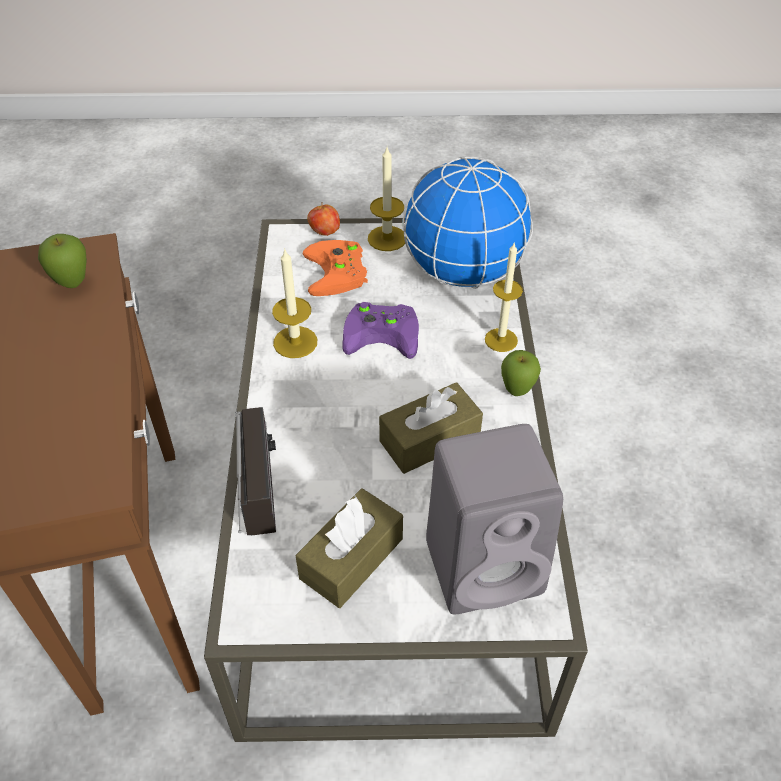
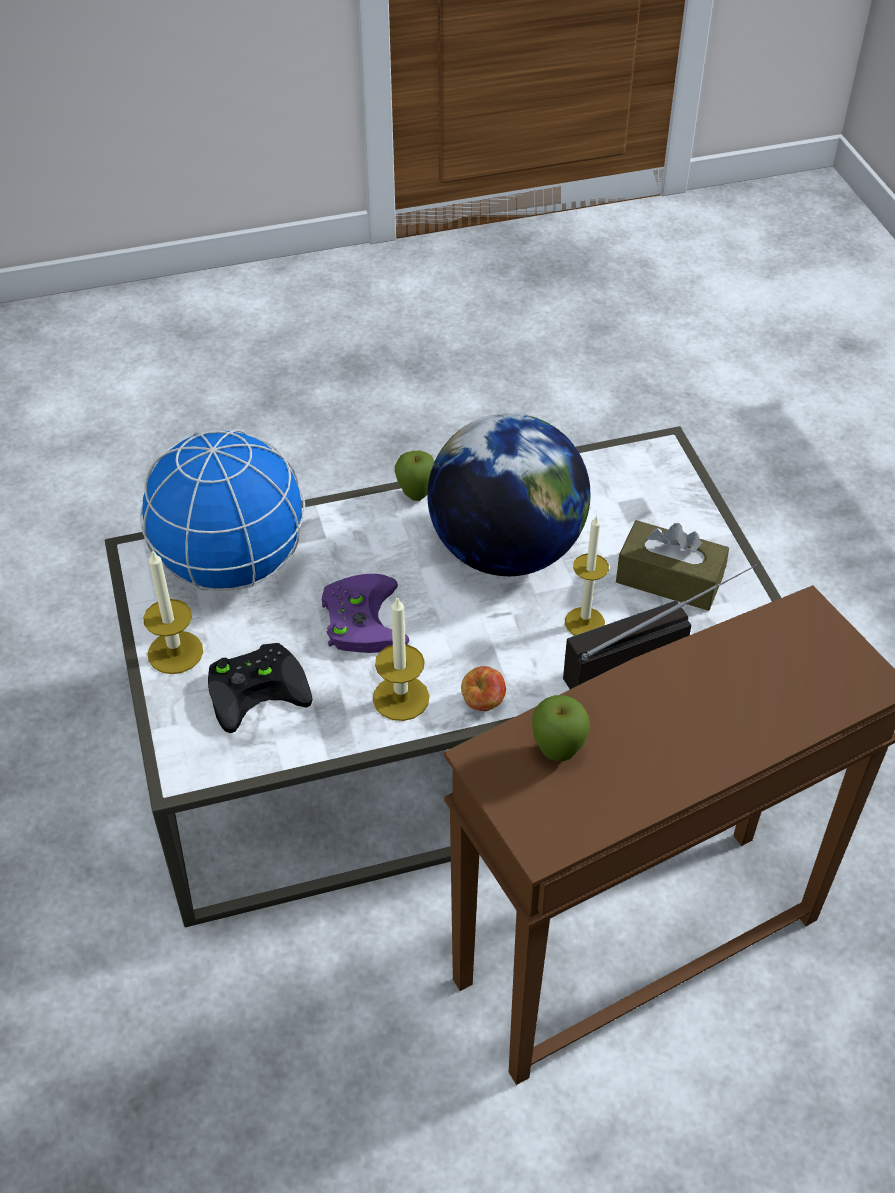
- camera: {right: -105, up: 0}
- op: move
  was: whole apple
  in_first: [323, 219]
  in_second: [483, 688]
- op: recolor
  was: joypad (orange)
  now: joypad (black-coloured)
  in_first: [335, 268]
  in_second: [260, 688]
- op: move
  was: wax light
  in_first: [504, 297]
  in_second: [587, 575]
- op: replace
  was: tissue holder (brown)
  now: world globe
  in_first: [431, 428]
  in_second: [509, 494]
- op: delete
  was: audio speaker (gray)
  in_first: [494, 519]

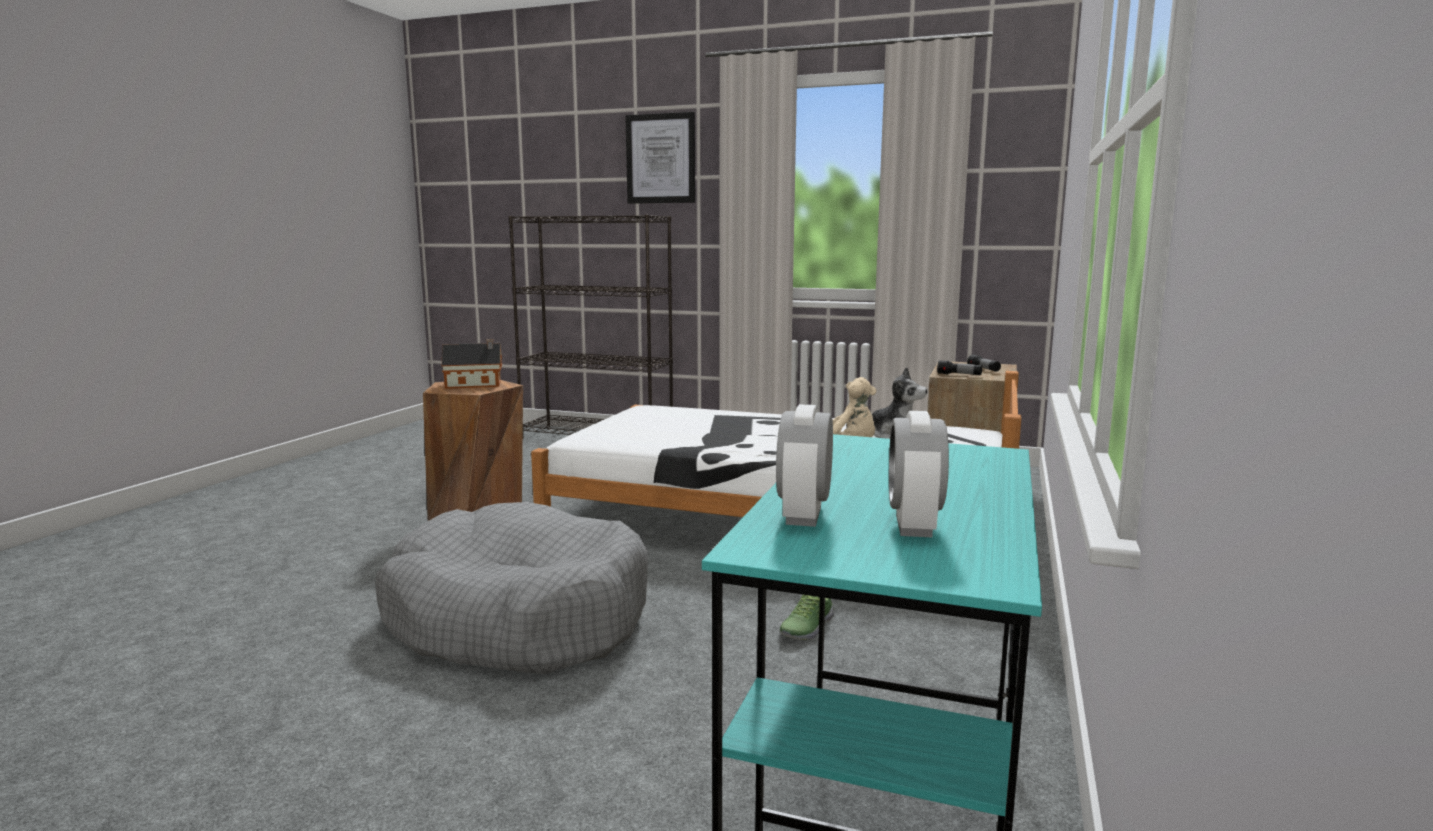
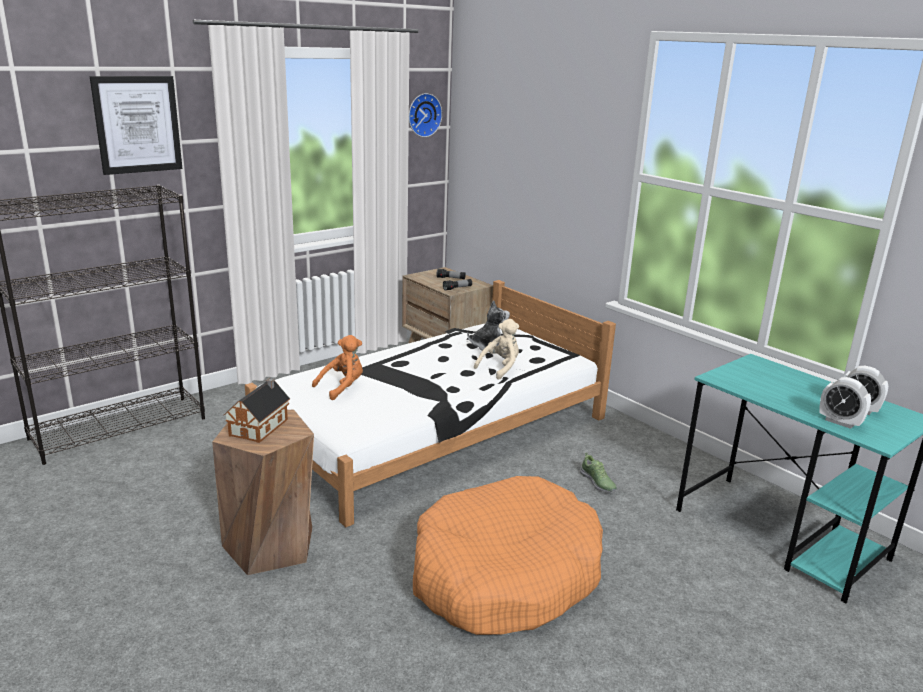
- camera: {right: -60, up: 10}
- op: recolor
  was: pet bed (gray)
  now: pet bed (orange)
  in_first: [511, 588]
  in_second: [508, 555]
- op: insert
  now: hanging clock
  in_second: [425, 115]
- op: insert
  now: cuddly toy (orange)
  in_second: [337, 367]

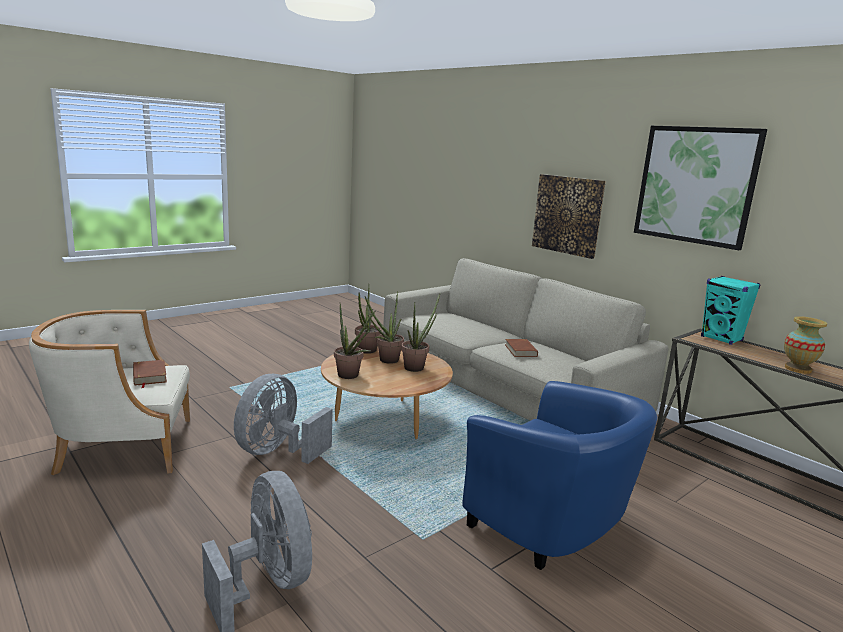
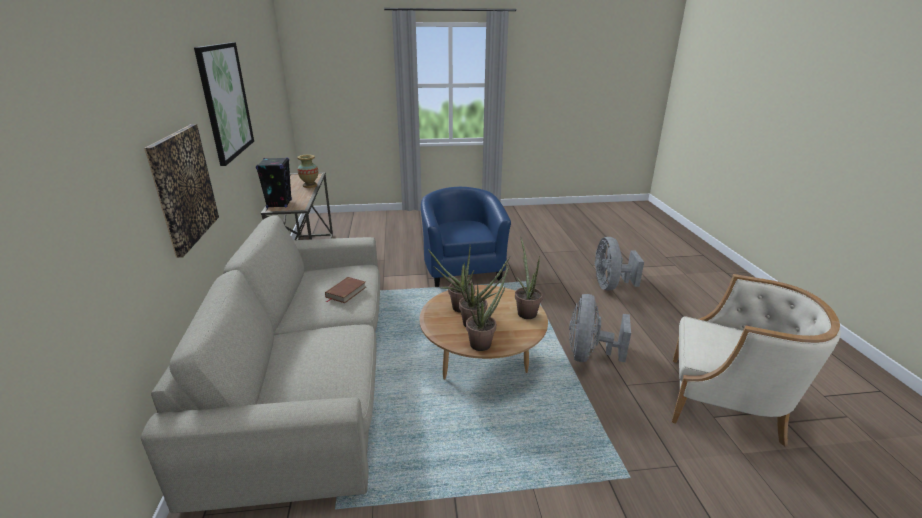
- camera: {right: -145, up: 10}
- op: recolor
  was: audio speaker (blue-green)
  now: audio speaker (black-coloured)
  in_first: [730, 310]
  in_second: [274, 182]
- op: delete
  was: volume (brown)
  in_first: [150, 374]
- op: rotate
  was: fan (gray)
  in_first: [283, 419]
  in_second: [600, 328]
  clockwise: 135

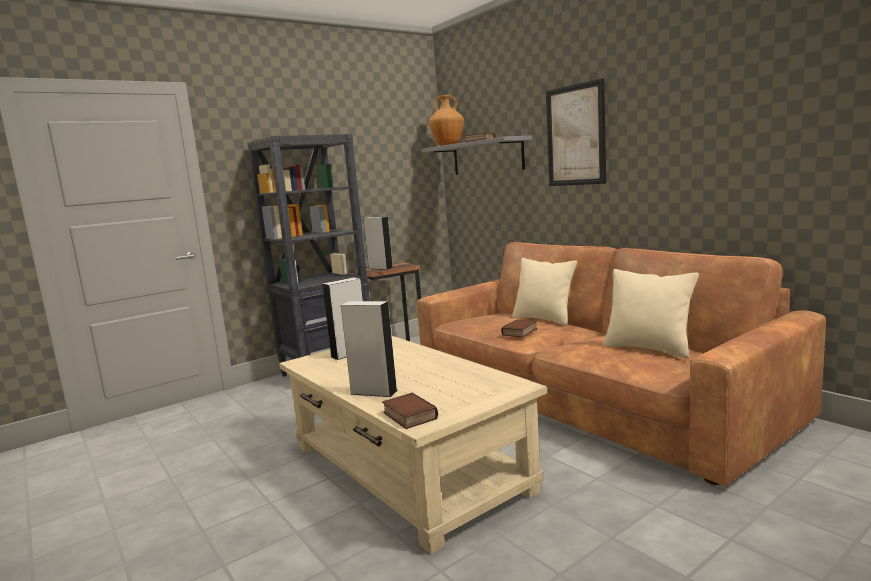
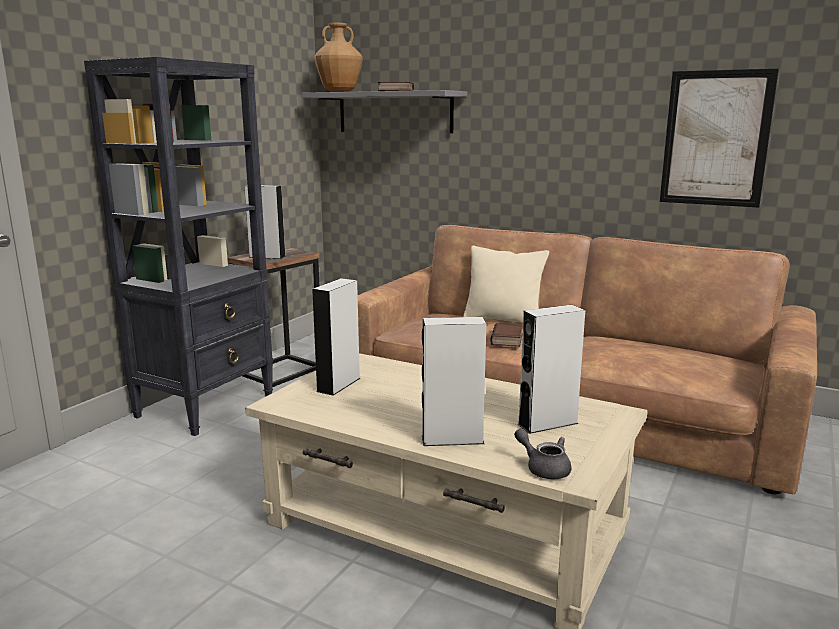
- camera: {right: -25, up: 5}
- op: move
  was: picture
  in_first: [576, 132]
  in_second: [719, 138]
- op: delete
  was: cushion (beige-coloured)
  in_first: [651, 313]
- op: replace
  was: volume
  now: teapot (gray)
  in_first: [410, 411]
  in_second: [542, 453]
- op: insert
  now: audio speaker (gray)
  in_second: [551, 369]

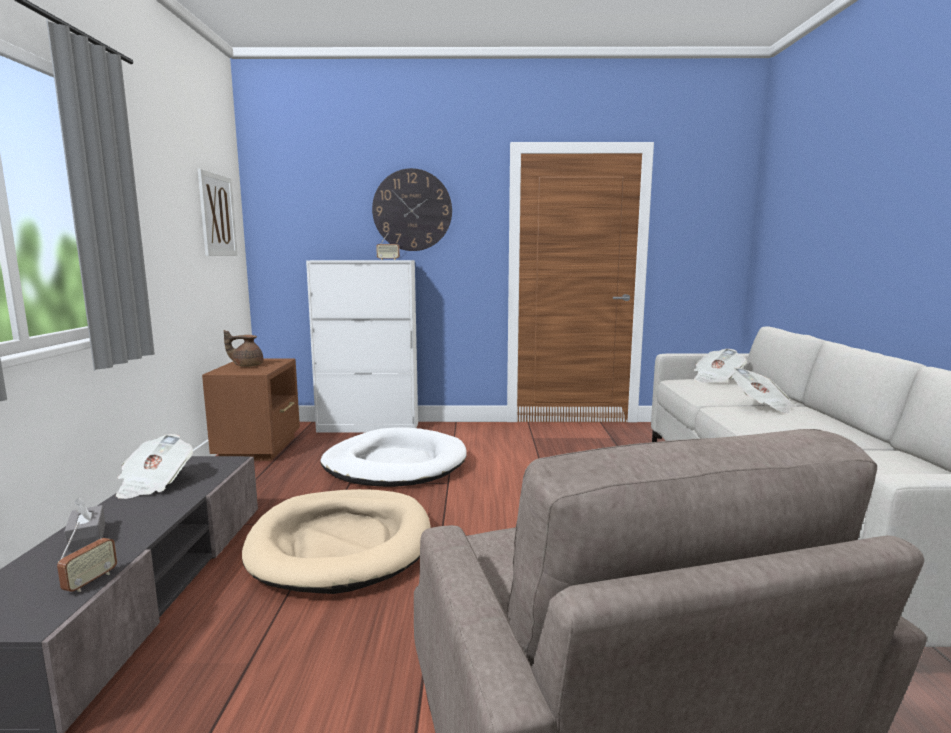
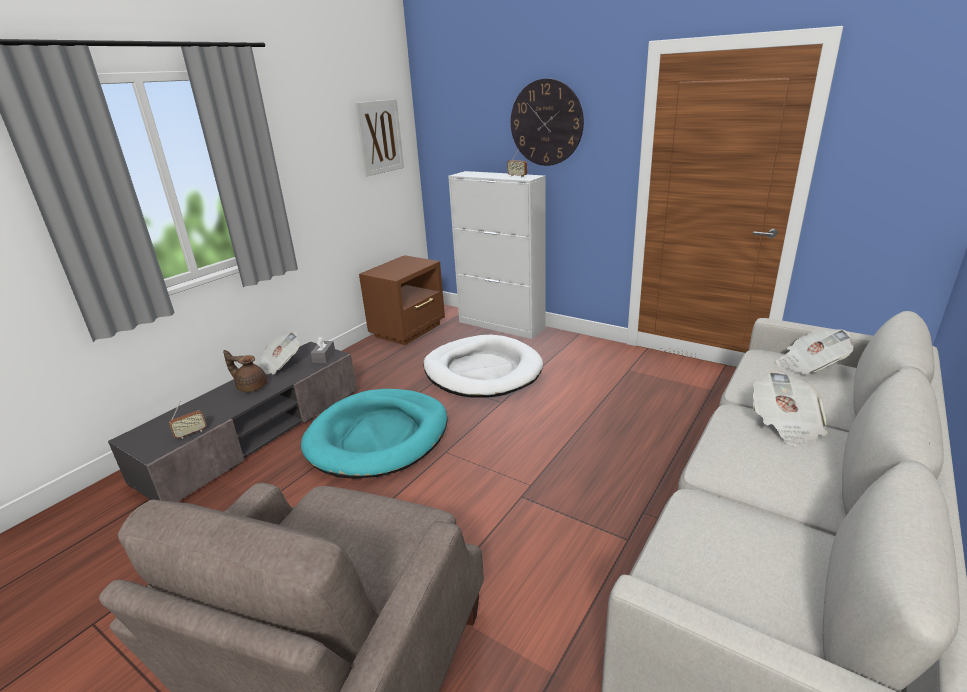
- camera: {right: 35, up: 15}
- op: move
  was: teapot (brown)
  in_first: [243, 348]
  in_second: [245, 371]
- op: recolor
  was: pet bed (beige-coloured)
  now: pet bed (blue-green)
  in_first: [336, 541]
  in_second: [374, 434]
- op: move
  was: tissue holder (gray)
  in_first: [84, 524]
  in_second: [323, 350]

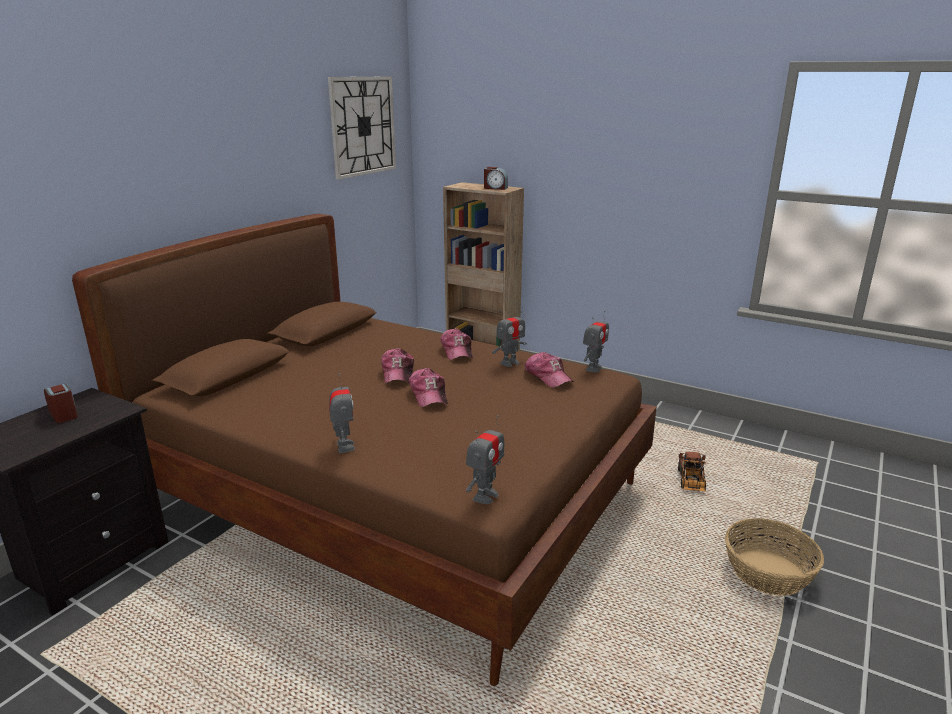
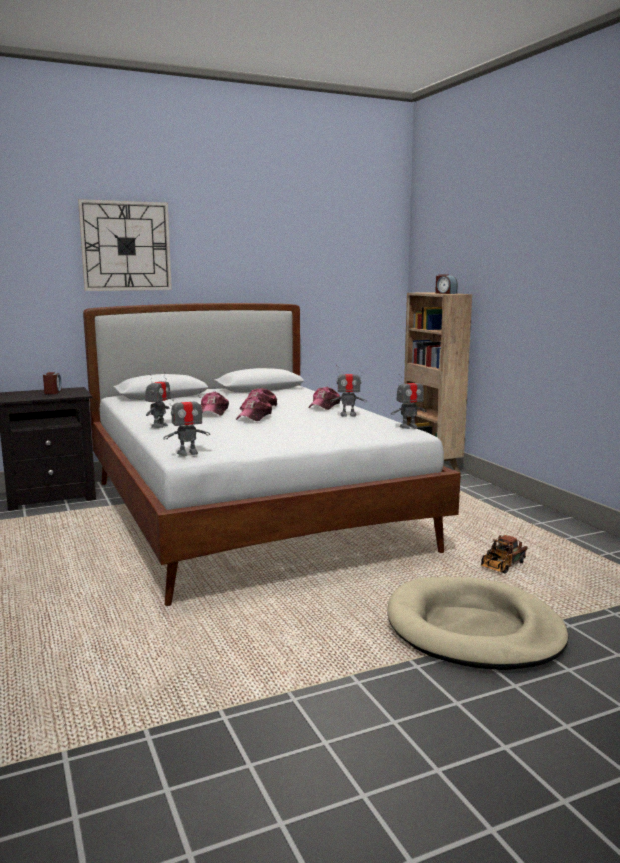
- camera: {right: 35, up: -10}
- op: move
  was: hanging clock
  in_first: [362, 127]
  in_second: [125, 245]
- op: recolor
  was: sleeping bed (brown)
  now: sleeping bed (whitish)
  in_first: [364, 450]
  in_second: [272, 454]
- op: move
  was: baseball cap
  in_first: [549, 370]
  in_second: [215, 404]
- op: replace
  was: household basket
  now: pet bed (beige-coloured)
  in_first: [774, 557]
  in_second: [478, 623]

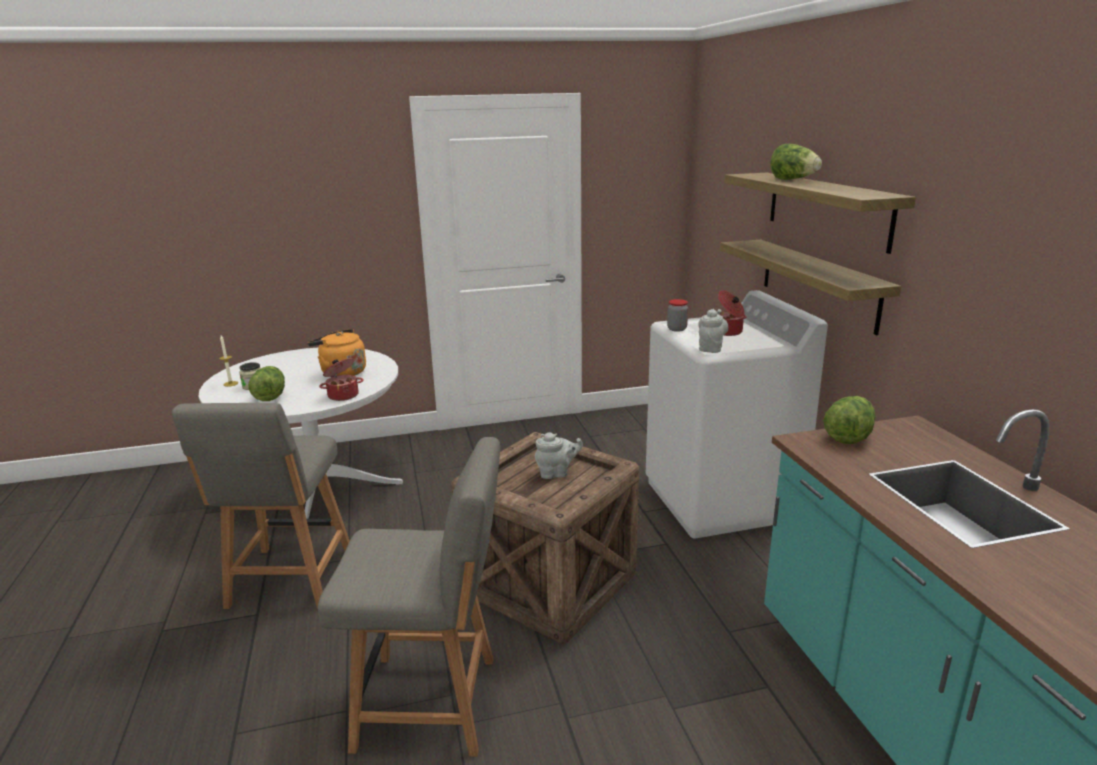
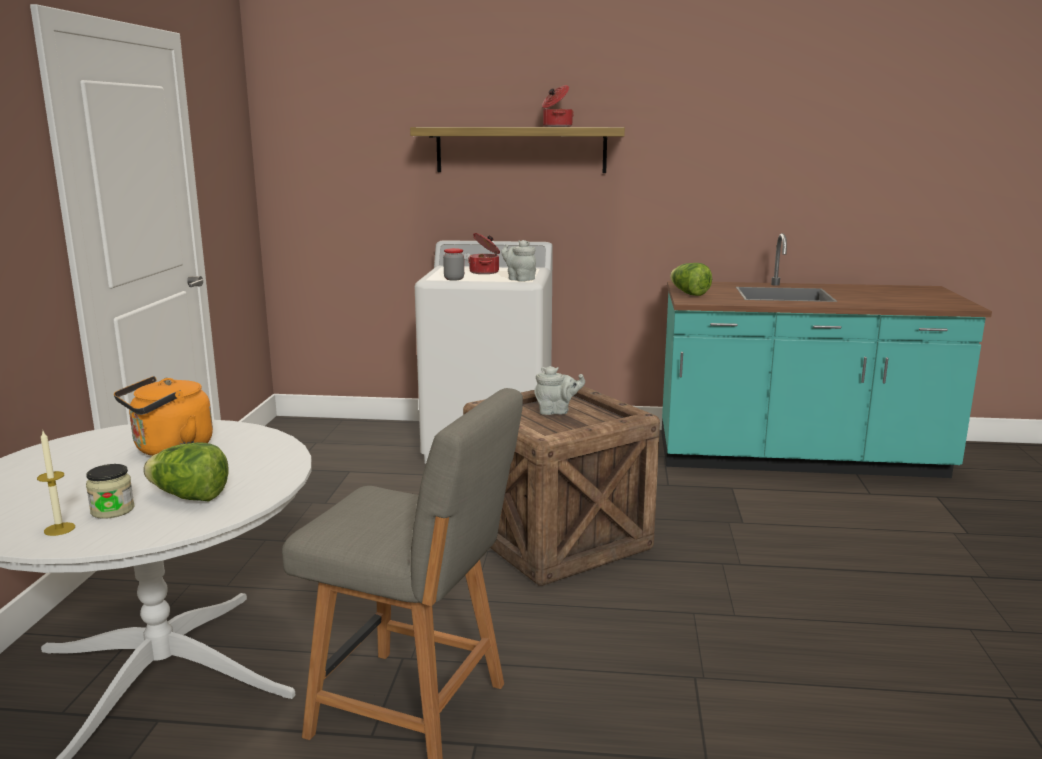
- camera: {right: -70, up: -5}
- op: delete
  was: lettuce head
  in_first: [796, 162]
- op: delete
  was: shelf
  in_first: [810, 287]
- op: move
  was: saucepot
  in_first: [341, 379]
  in_second: [558, 106]
- op: rotate
  was: teapot (gray)
  in_first: [559, 456]
  in_second: [559, 390]
  clockwise: 75
- op: delete
  was: upright chair (gray)
  in_first: [409, 597]

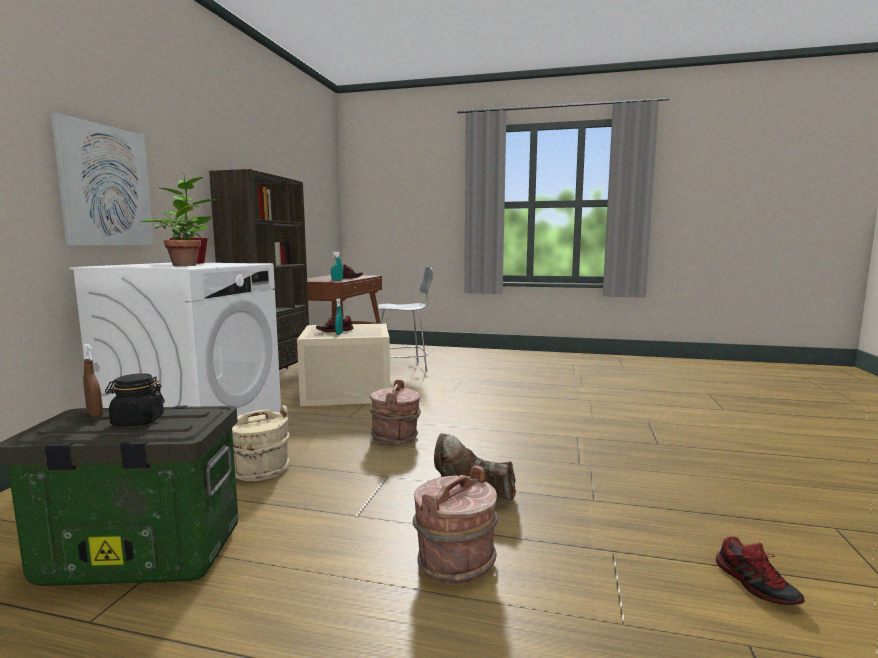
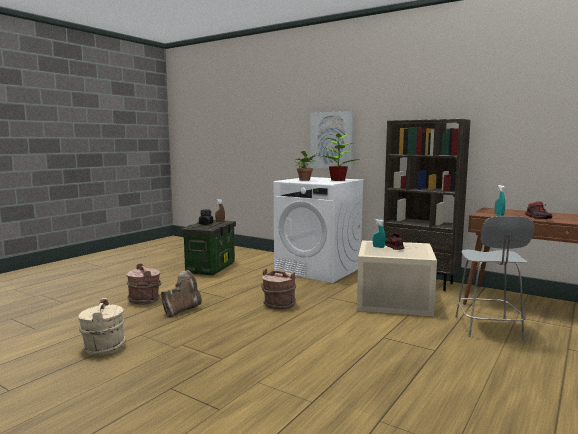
- camera: {right: 110, up: 0}
- op: move
  was: pail (beige-coloured)
  in_first: [261, 443]
  in_second: [102, 327]
- op: delete
  was: low shoe
  in_first: [760, 571]

